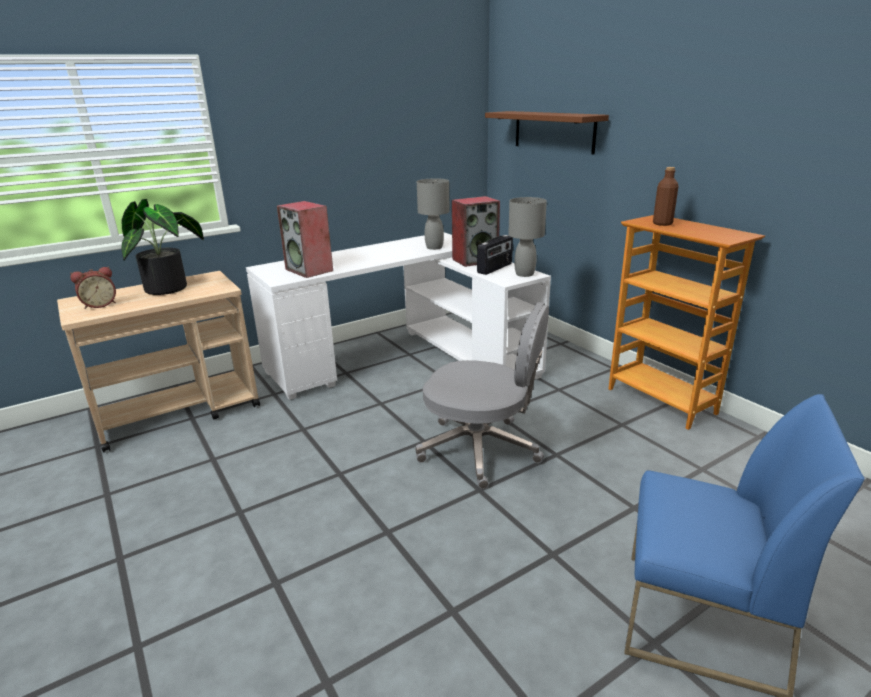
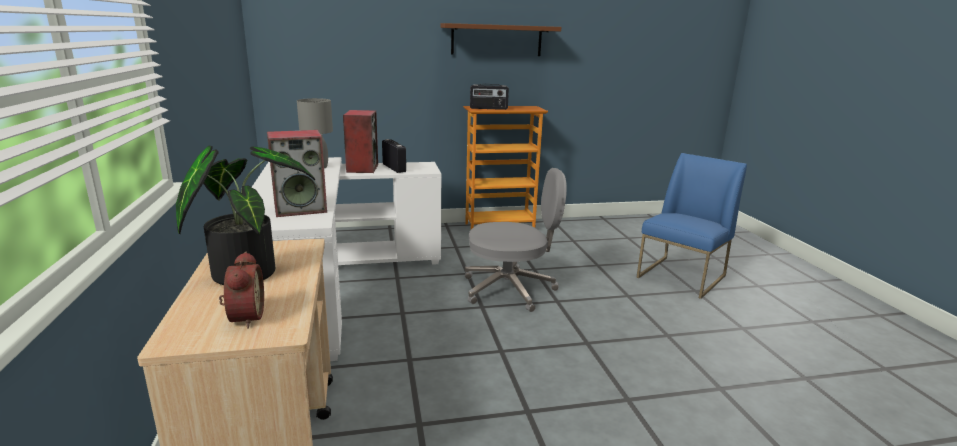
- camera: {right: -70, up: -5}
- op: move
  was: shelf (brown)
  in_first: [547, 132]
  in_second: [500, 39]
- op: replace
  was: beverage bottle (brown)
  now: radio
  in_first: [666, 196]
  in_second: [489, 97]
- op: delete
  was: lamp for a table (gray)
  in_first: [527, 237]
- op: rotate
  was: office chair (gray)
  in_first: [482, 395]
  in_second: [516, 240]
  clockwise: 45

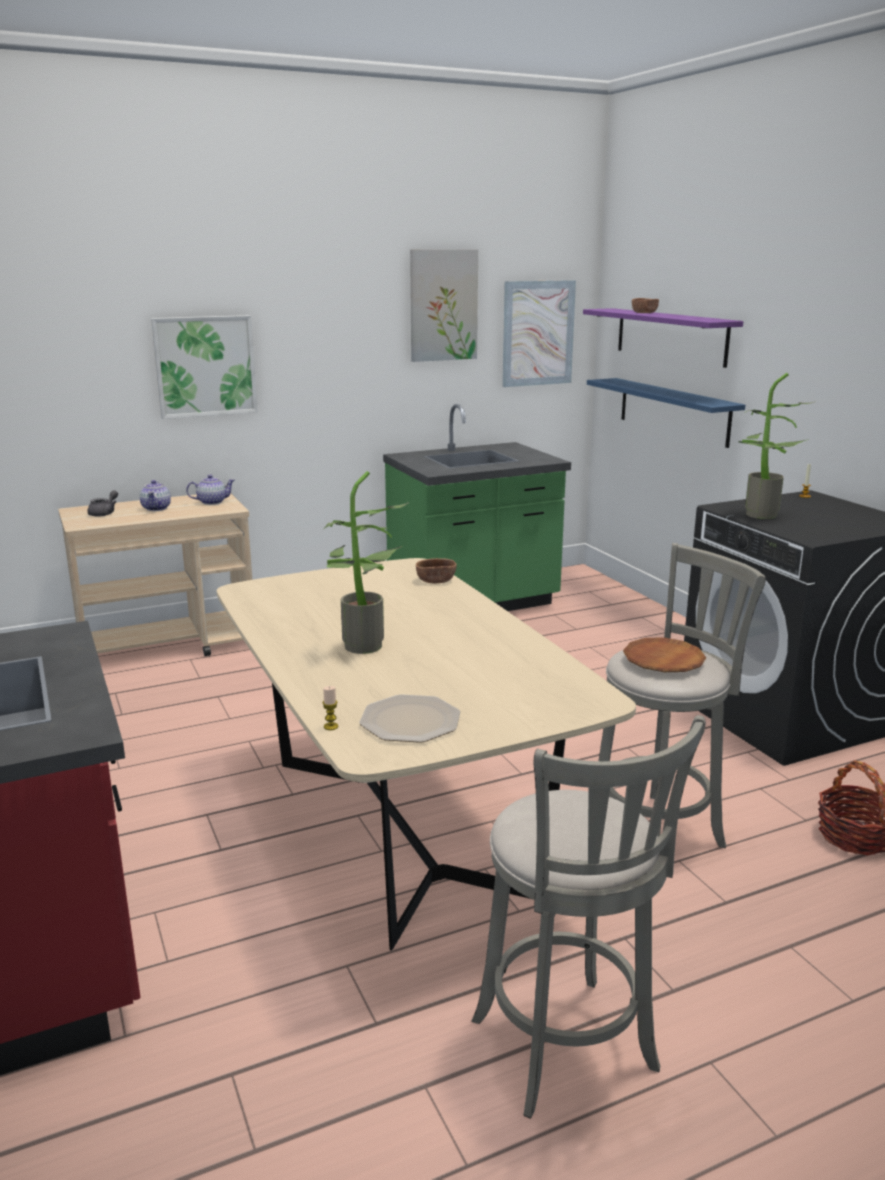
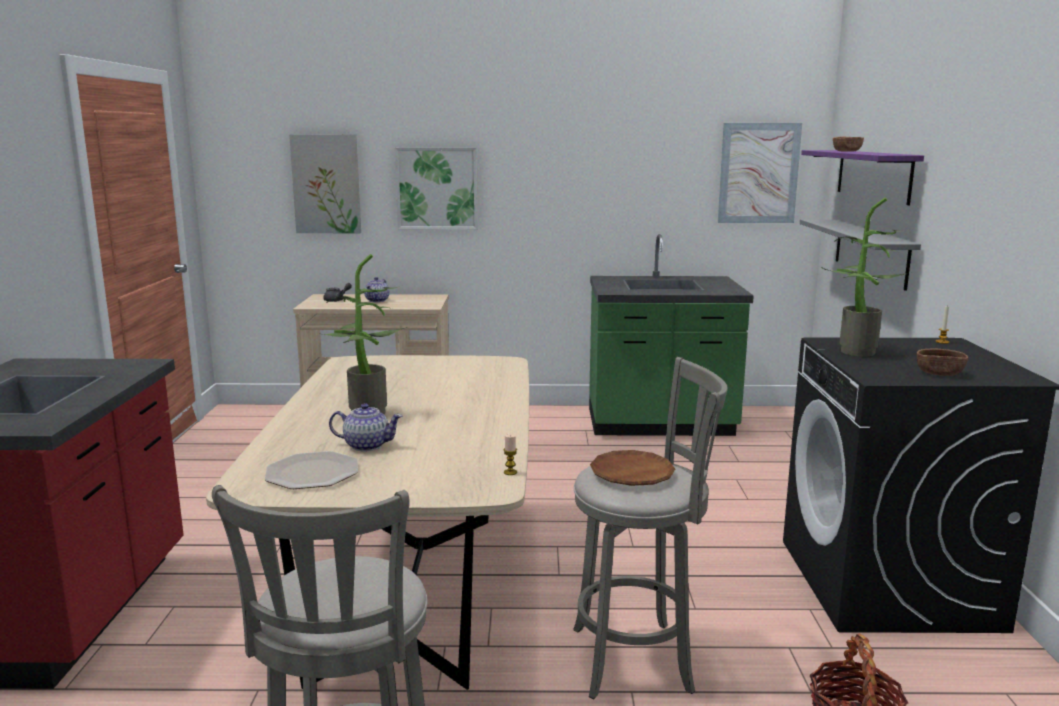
- camera: {right: 25, up: -5}
- op: move
  was: picture
  in_first: [444, 305]
  in_second: [325, 183]
- op: recolor
  was: shelf (blue-coloured)
  now: shelf (gray)
  in_first: [666, 413]
  in_second: [860, 255]
- op: move
  was: teapot
  in_first: [210, 490]
  in_second: [366, 427]
- op: move
  was: deep dish (brown)
  in_first: [436, 570]
  in_second: [942, 362]
- op: move
  was: wax light
  in_first: [330, 708]
  in_second: [510, 455]

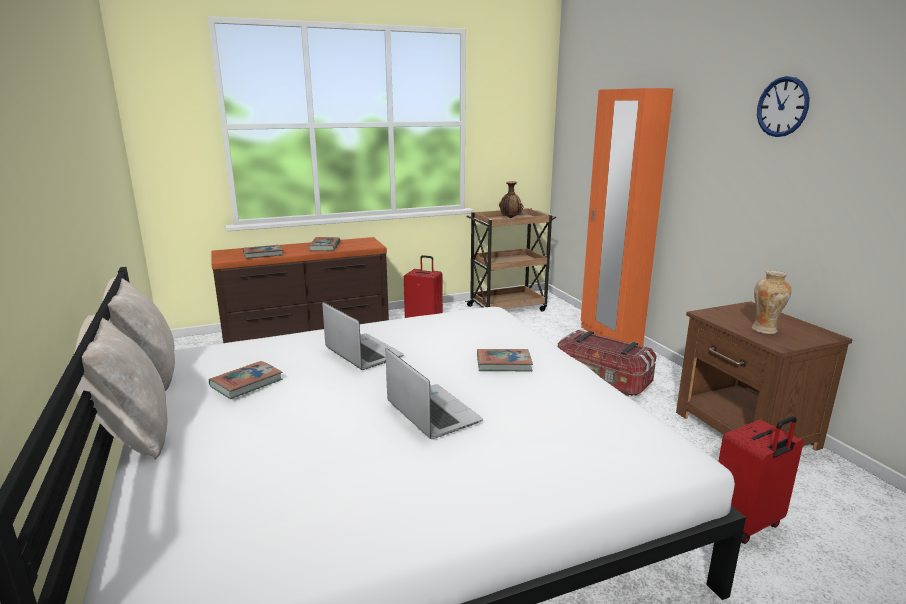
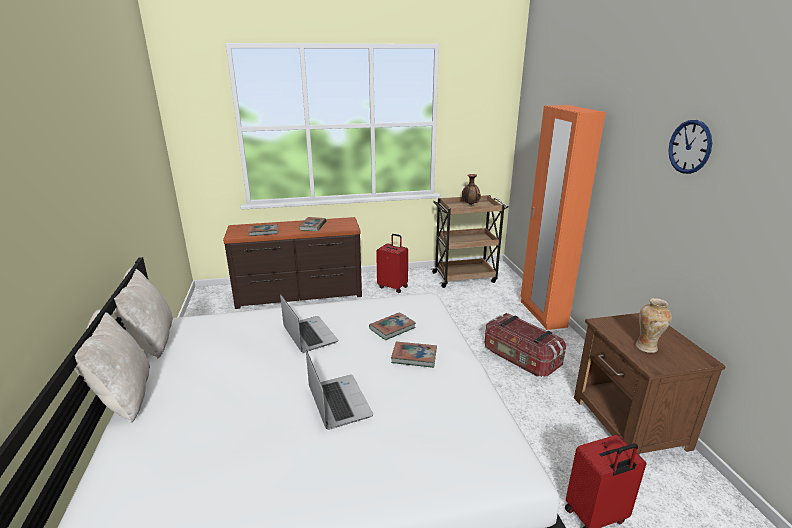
- camera: {right: 10, up: 5}
- op: move
  was: volume
  in_first: [246, 380]
  in_second: [392, 326]

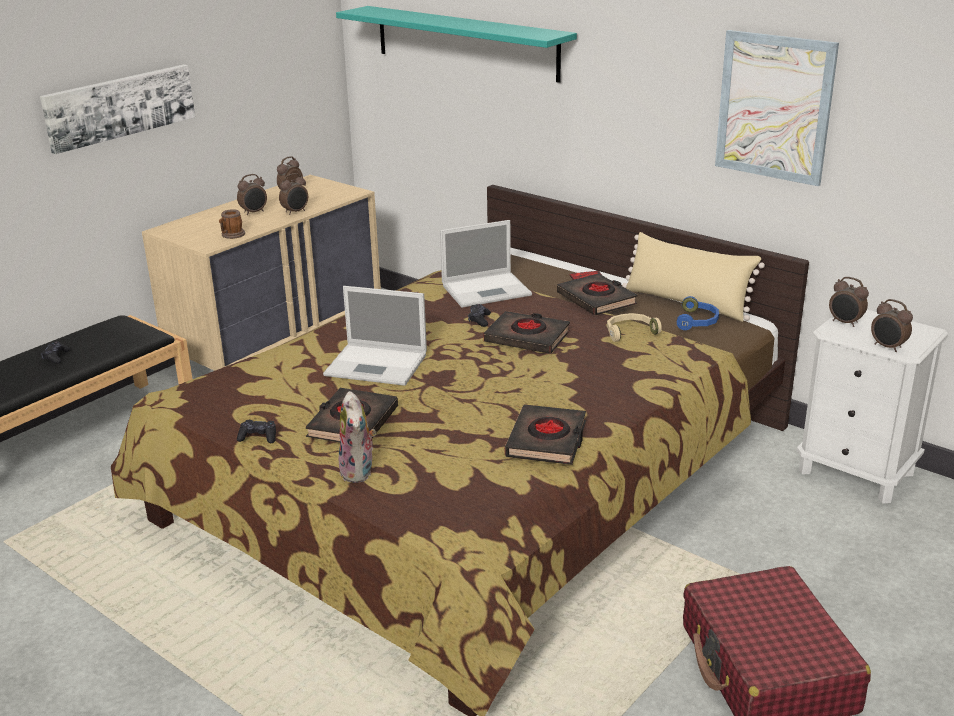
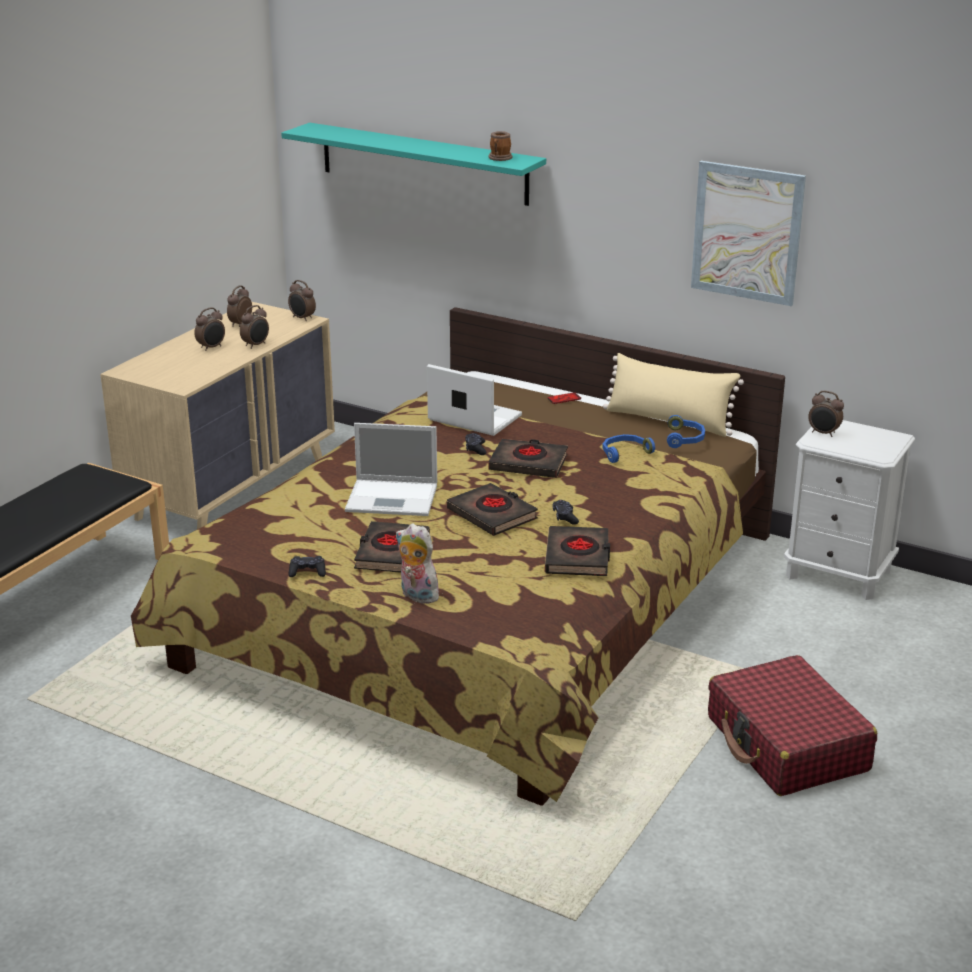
- camera: {right: -10, up: 0}
- op: delete
  was: picture
  in_first: [117, 109]
- op: move
  was: tea mug
  in_first: [232, 224]
  in_second: [500, 146]
- op: rotate
  was: laptop
  in_first: [486, 264]
  in_second: [474, 400]
  clockwise: -120
- op: move
  was: volume (black-coloured)
  in_first: [597, 294]
  in_second: [492, 509]
- op: move
  was: table clock
  in_first: [892, 325]
  in_second: [302, 300]
- op: recolor
  was: pair of headphones (beige-coloured)
  now: pair of headphones (blue-coloured)
  in_first: [634, 327]
  in_second: [628, 448]
- op: move
  was: joypad (black-coloured)
  in_first: [55, 352]
  in_second: [565, 512]
- op: rotate
  was: cuddly toy
  in_first: [357, 437]
  in_second: [417, 563]
  clockwise: 150

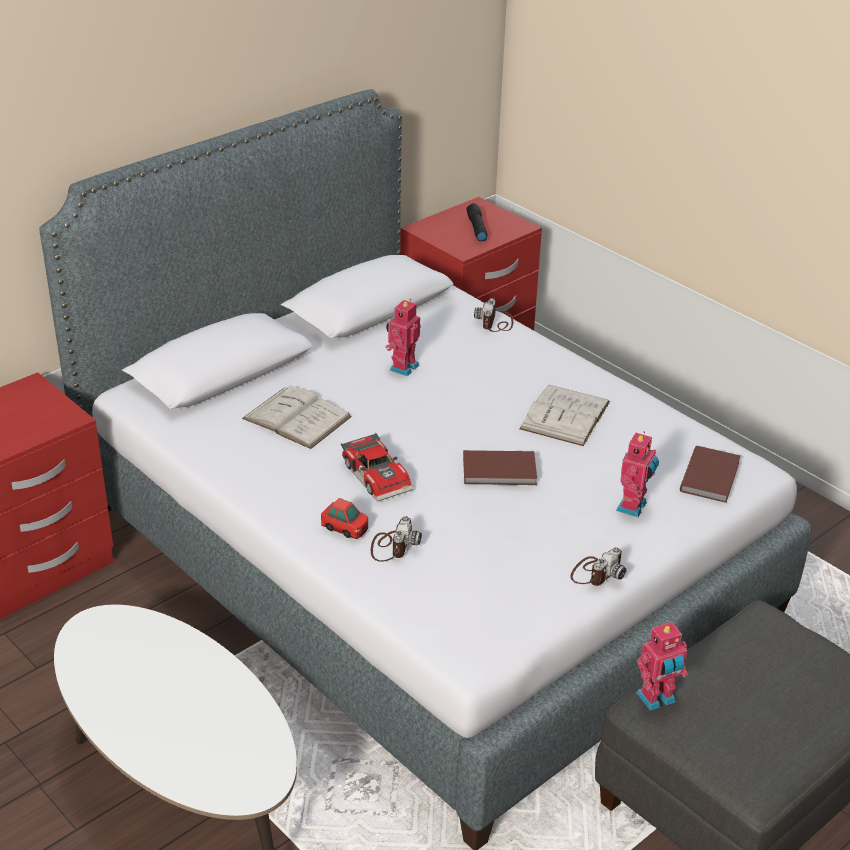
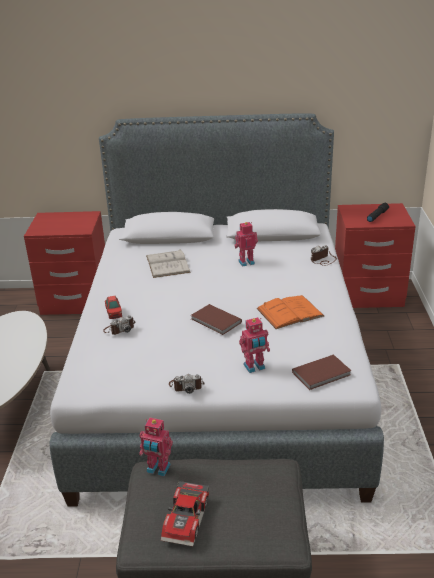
- camera: {right: 45, up: -5}
- op: recolor
  was: volume (whitish)
  now: volume (orange)
  in_first: [564, 415]
  in_second: [290, 312]
- op: move
  was: model car
  in_first: [377, 467]
  in_second: [185, 513]

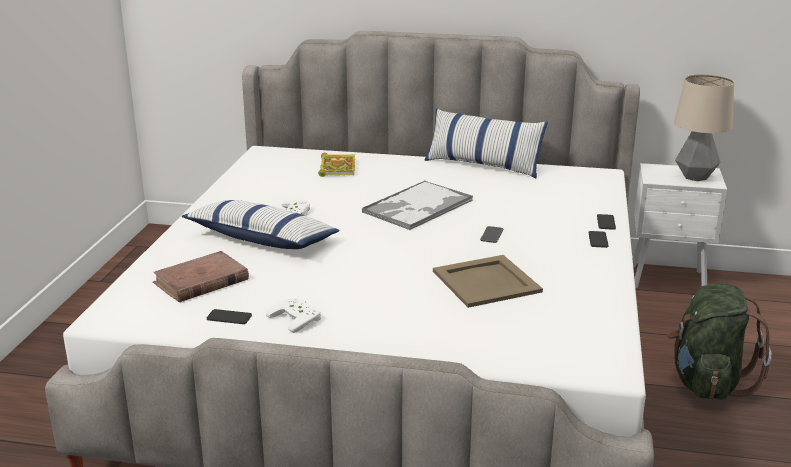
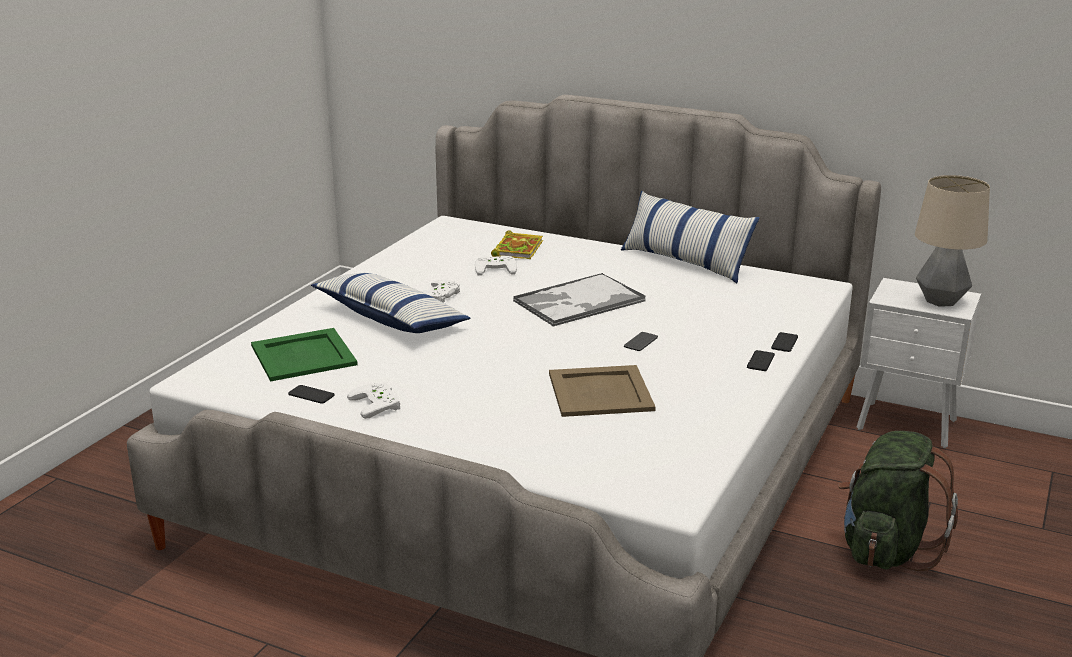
- camera: {right: 15, up: 0}
- op: replace
  was: volume (brown)
  now: tray (greenish)
  in_first: [201, 276]
  in_second: [304, 355]
- op: insert
  now: joypad (whitish)
  in_second: [496, 265]

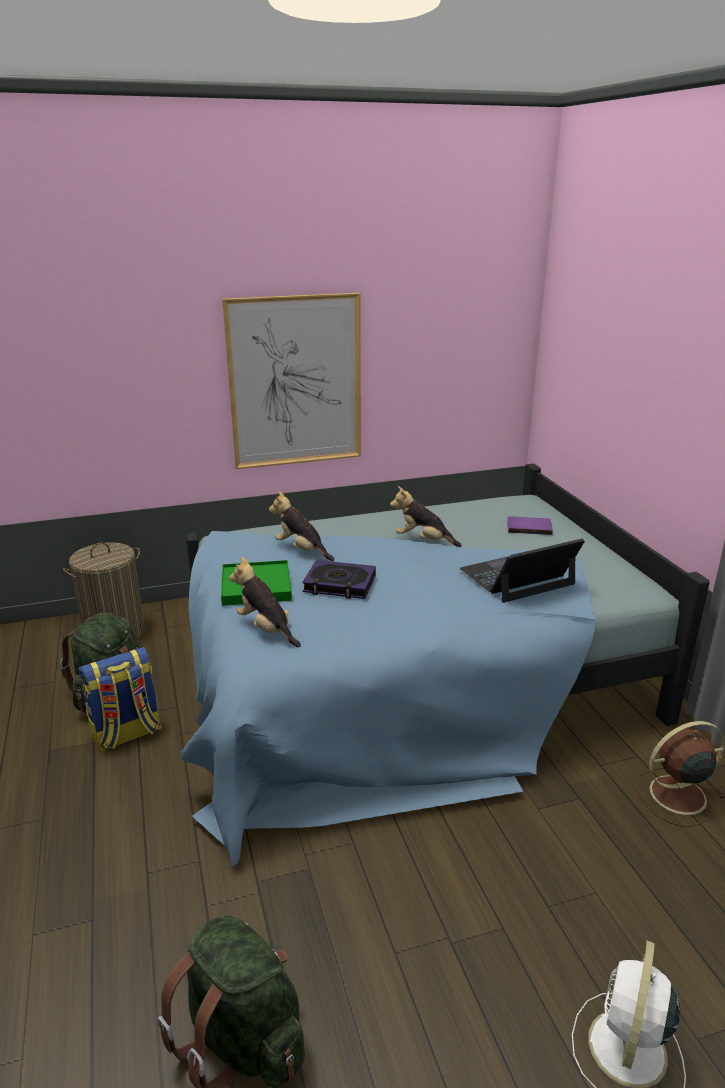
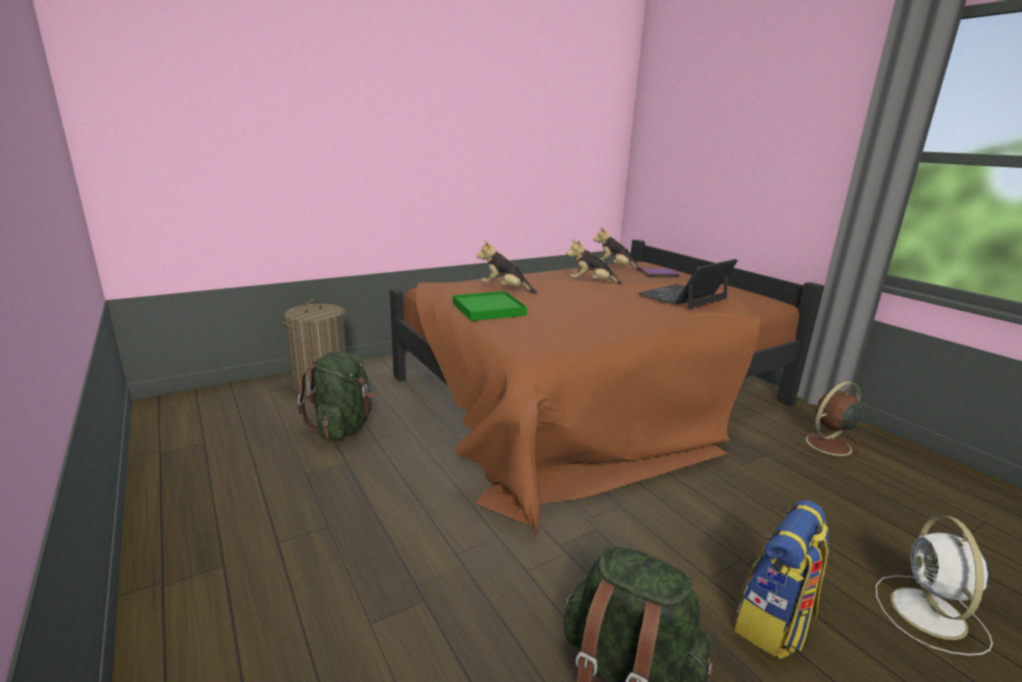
- camera: {right: -15, up: -5}
- op: delete
  was: picture
  in_first: [291, 381]
- op: recolor
  was: sleeping bed (blue-coloured)
  now: sleeping bed (brown)
  in_first: [445, 665]
  in_second: [607, 387]
- op: move
  was: cuddly toy
  in_first: [265, 602]
  in_second: [618, 249]
- op: delete
  was: volume
  in_first: [339, 579]
- op: move
  was: backpack
  in_first: [120, 699]
  in_second: [781, 579]

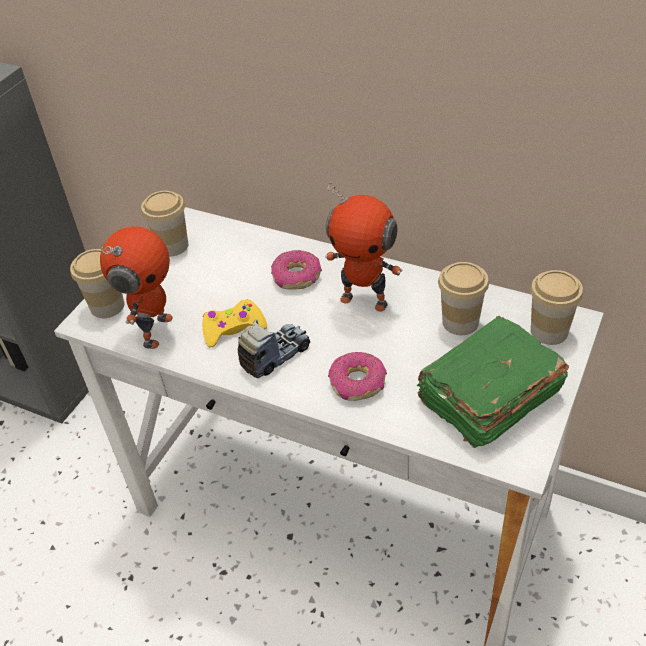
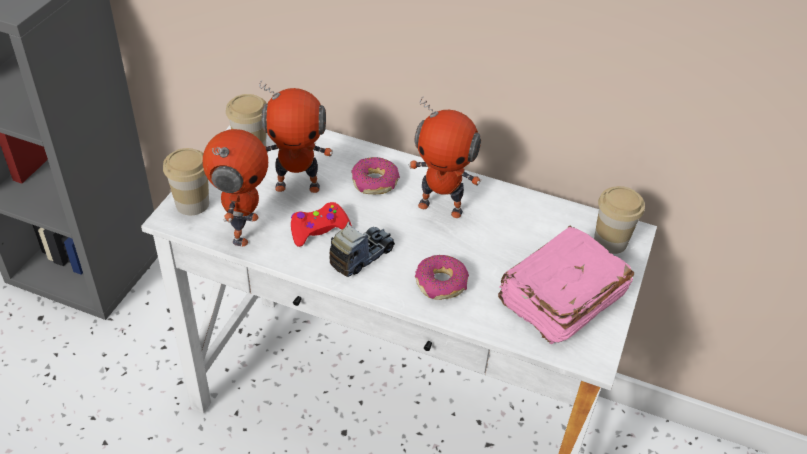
- camera: {right: -10, up: 0}
- op: delete
  was: small cup
  in_first: [463, 298]
- op: recolor
  was: joypad (yellow-coloured)
  now: joypad (red-coloured)
  in_first: [234, 323]
  in_second: [321, 224]
- op: recolor
  was: volume (greenish)
  now: volume (pink)
  in_first: [493, 382]
  in_second: [566, 285]
- op: insert
  now: robot figure
  in_second: [296, 136]

